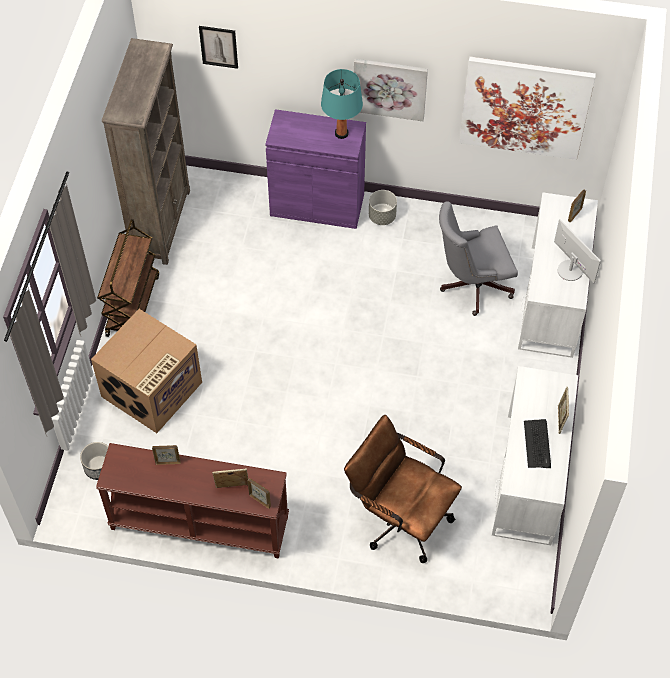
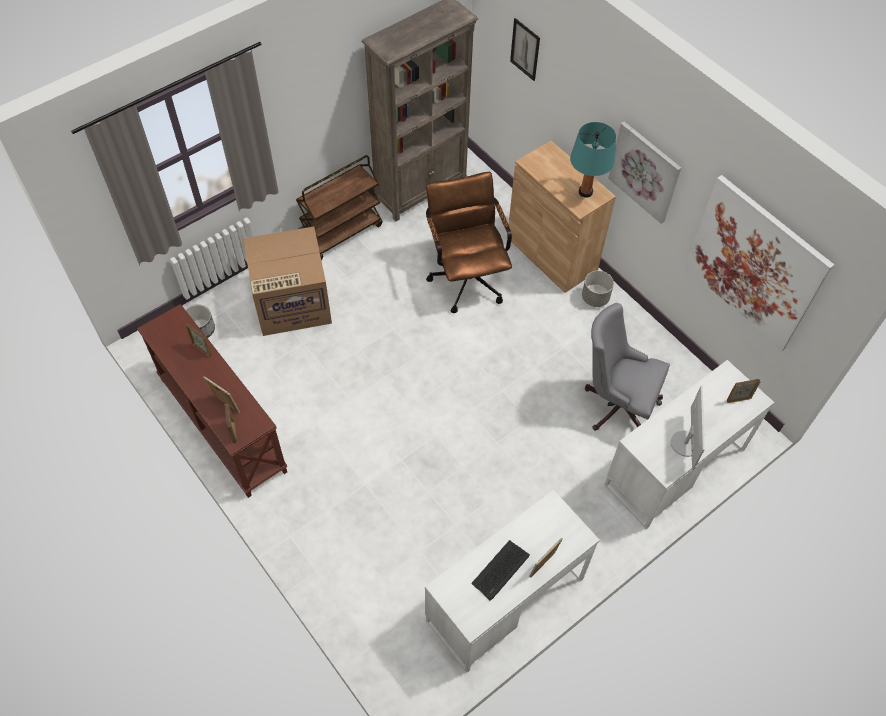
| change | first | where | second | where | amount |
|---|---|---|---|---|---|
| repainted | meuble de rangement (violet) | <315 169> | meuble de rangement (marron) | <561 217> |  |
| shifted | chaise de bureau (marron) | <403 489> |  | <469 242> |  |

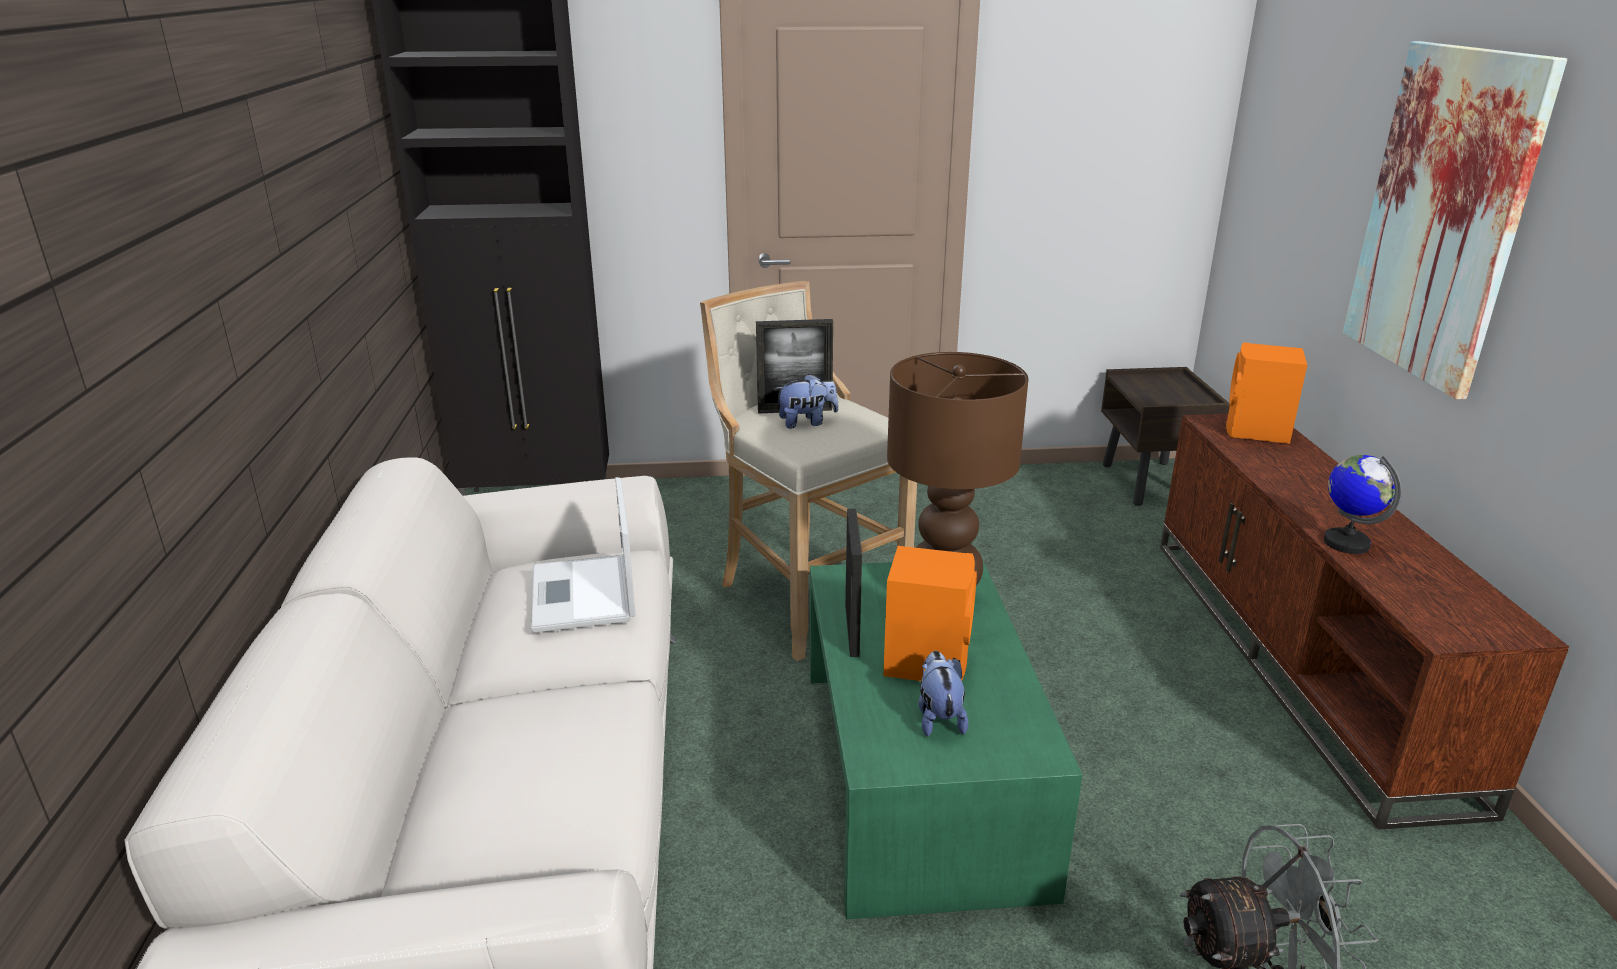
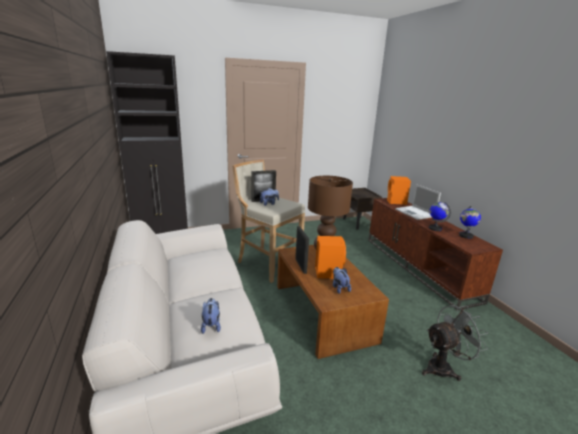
| change | first | where | second | where | amount |
|---|---|---|---|---|---|
| gone | tableau | <1455 220> |  |  |  |
| shifted | ordinateur portable | <583 555> |  | <418 202> |  |
| repainted | table basse (vert) | <946 739> | table basse (marron) | <333 302> |  |
| new |  |  | globe | <470 222> |  |
| new |  |  | peluche | <211 316> |  |

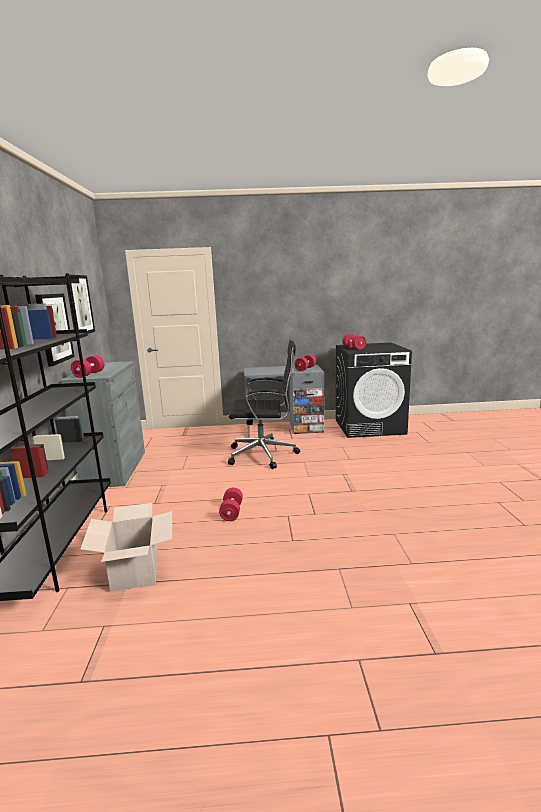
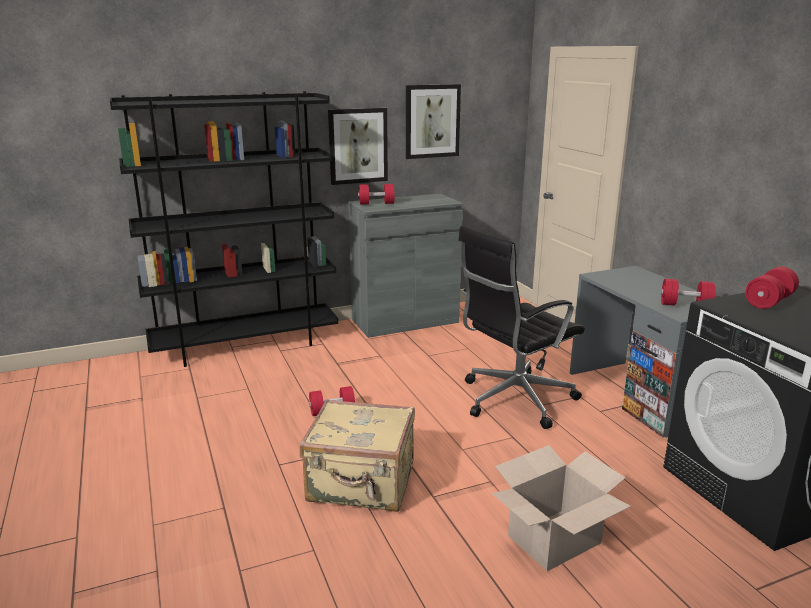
| change | first | where | second | where | amount |
|---|---|---|---|---|---|
| rotated | chaise de bureau (noir) | <264 404> |  | <521 327> | 75 degrees clockwise |
| shifted | carton | <126 547> |  | <561 508> |  |
| new |  |  | valise (beige) | <357 455> |  |

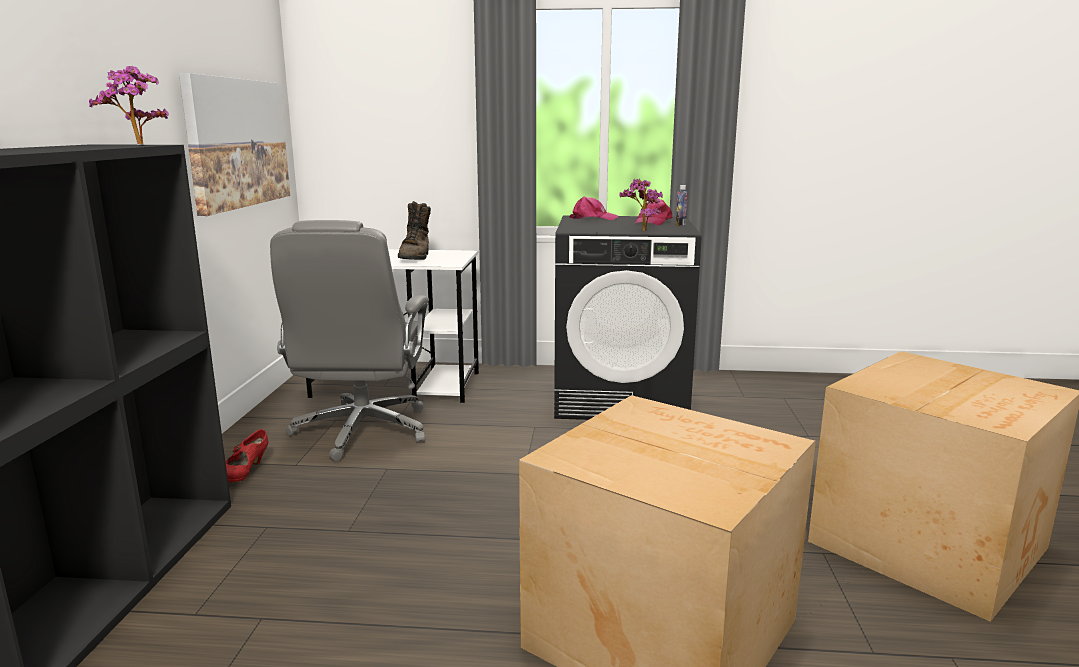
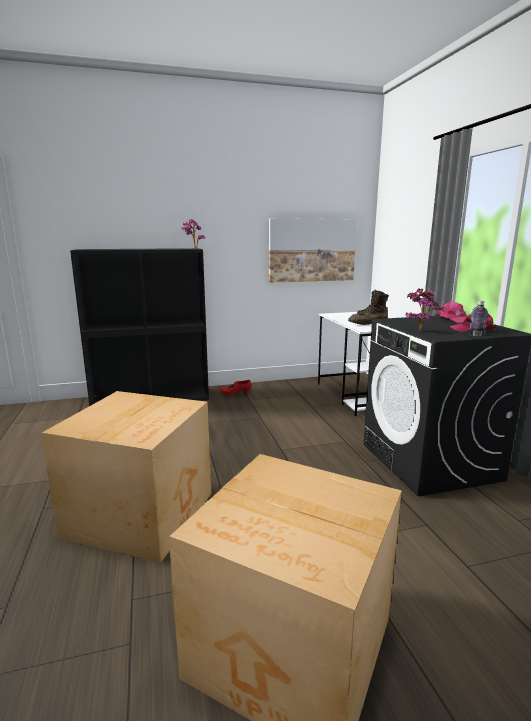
| change | first | where | second | where | amount |
|---|---|---|---|---|---|
| gone | chaise de bureau (gris) | <349 340> |  |  |  |

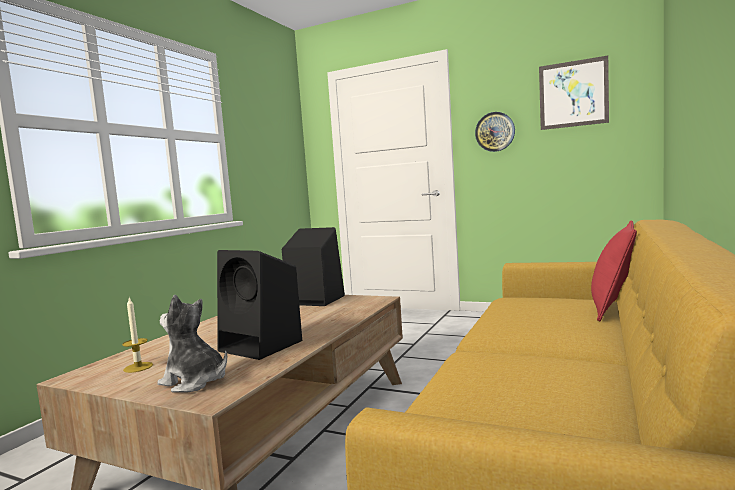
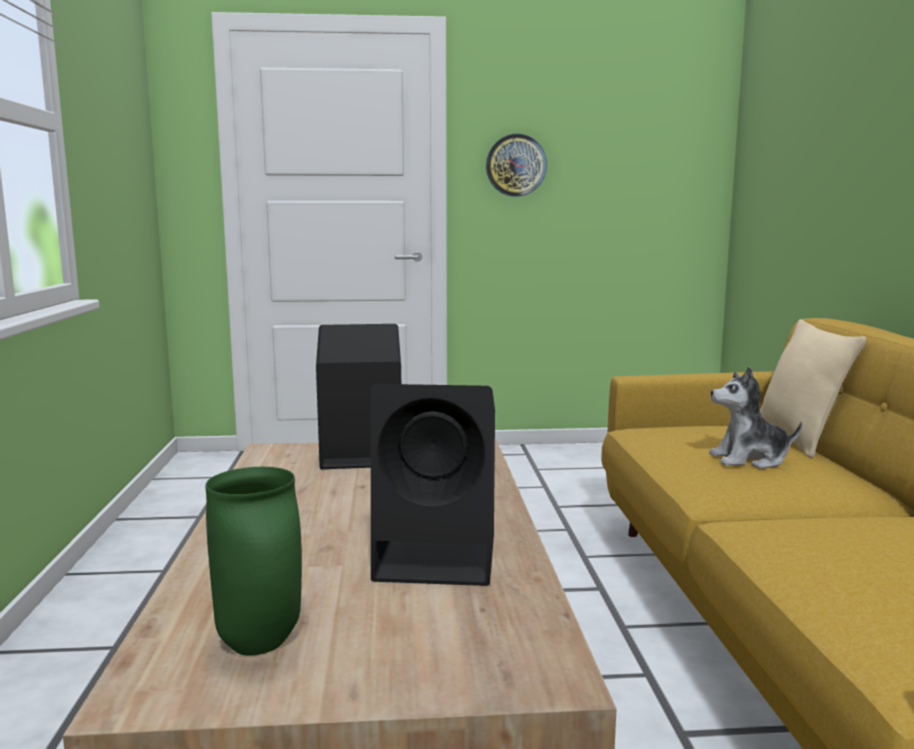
| change | first | where | second | where | amount |
|---|---|---|---|---|---|
| gone | tableau | <574 93> |  |  |  |
| repainted | coussin (rouge) | <614 270> | coussin (beige) | <813 388> |  |
| shifted | peluche | <192 344> |  | <755 417> |  |
| swapped | bougie | <137 335> | vase (vert) | <253 561> |  |

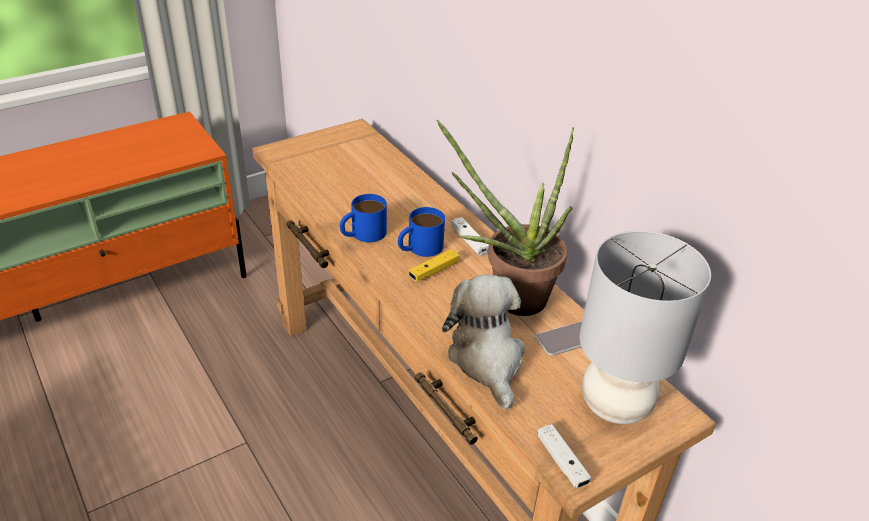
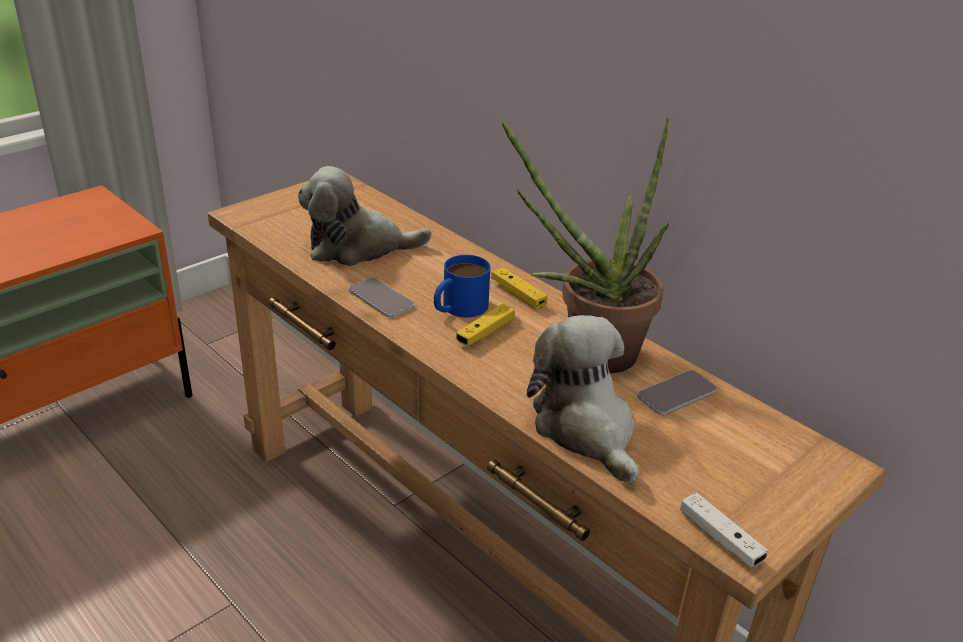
| change | first | where | second | where | amount |
|---|---|---|---|---|---|
| swapped | mug (bleu) | <363 218> | téléphone | <381 297> |  |
| repainted | manette (blanc) | <470 236> | manette (jaune) | <519 288> |  |
| gone | lampe de table (gris) | <645 327> |  |  |  |
| new |  |  | peluche | <365 216> |  |

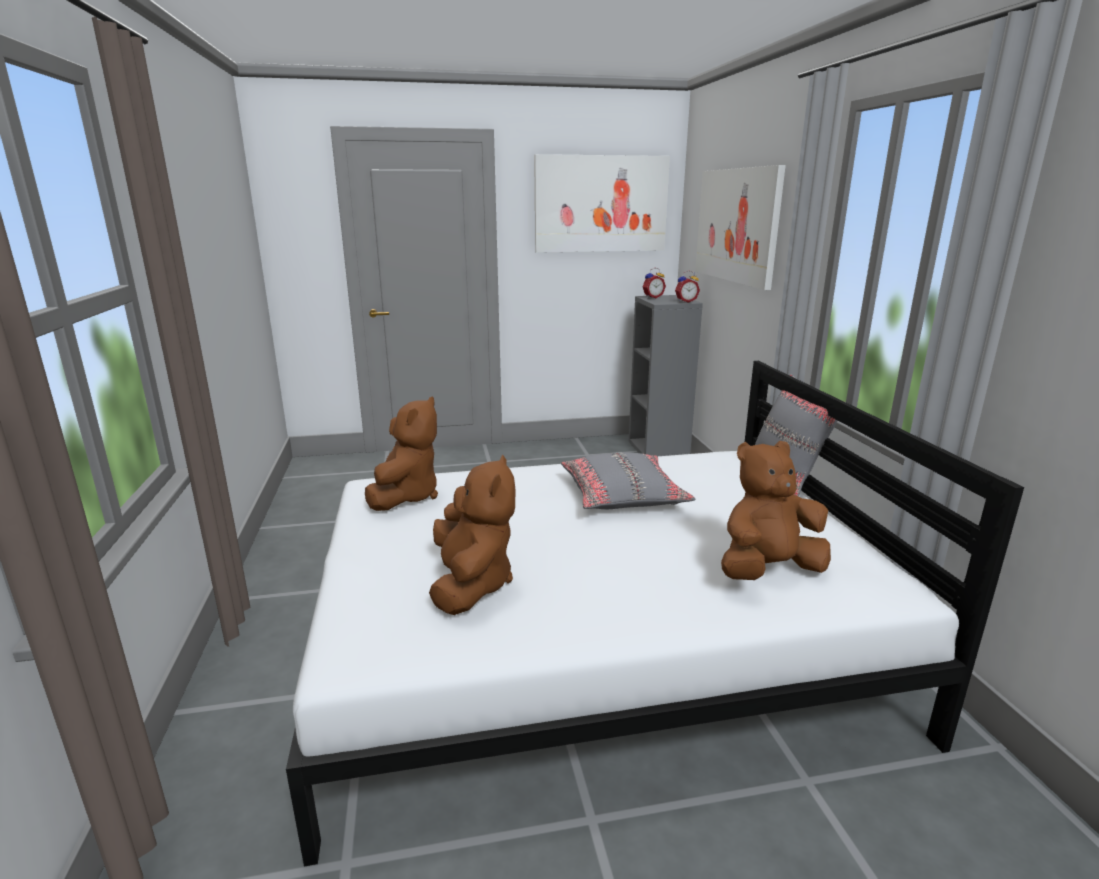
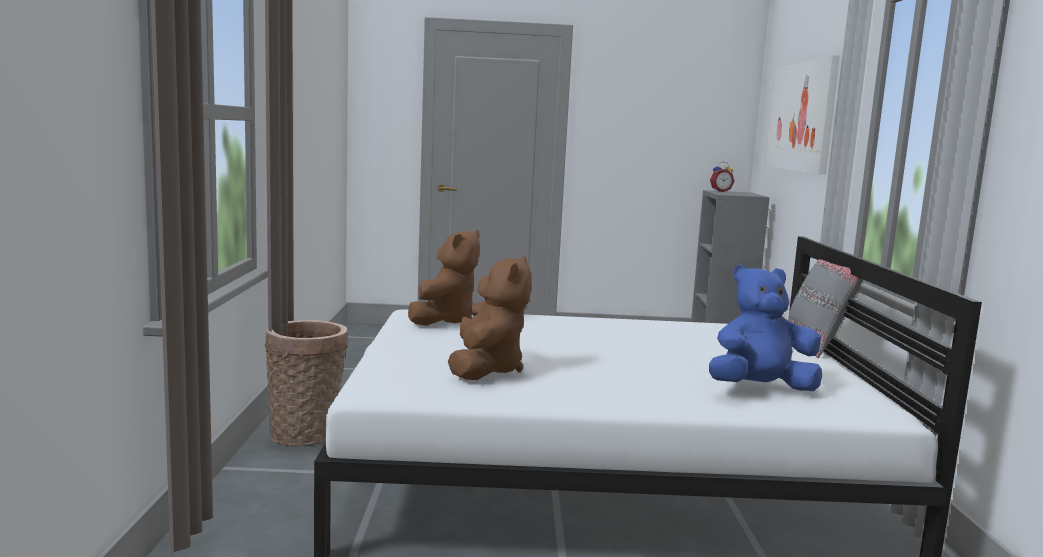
| change | first | where | second | where | amount |
|---|---|---|---|---|---|
| gone | tableau | <602 203> |  |  |  |
| gone | réveil | <687 287> |  |  |  |
| repainted | peluche (marron) | <776 510> | peluche (bleu) | <765 328> |  |
| gone | coussin (gris) | <628 481> |  |  |  |
| new |  |  | panier | <306 383> |  |

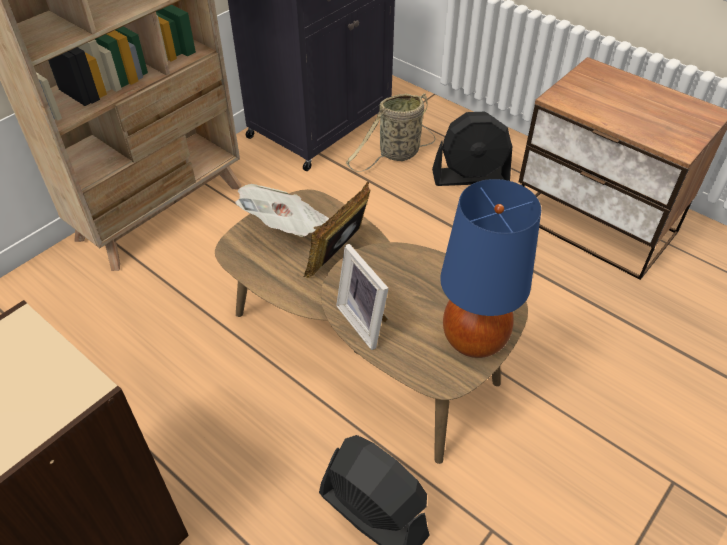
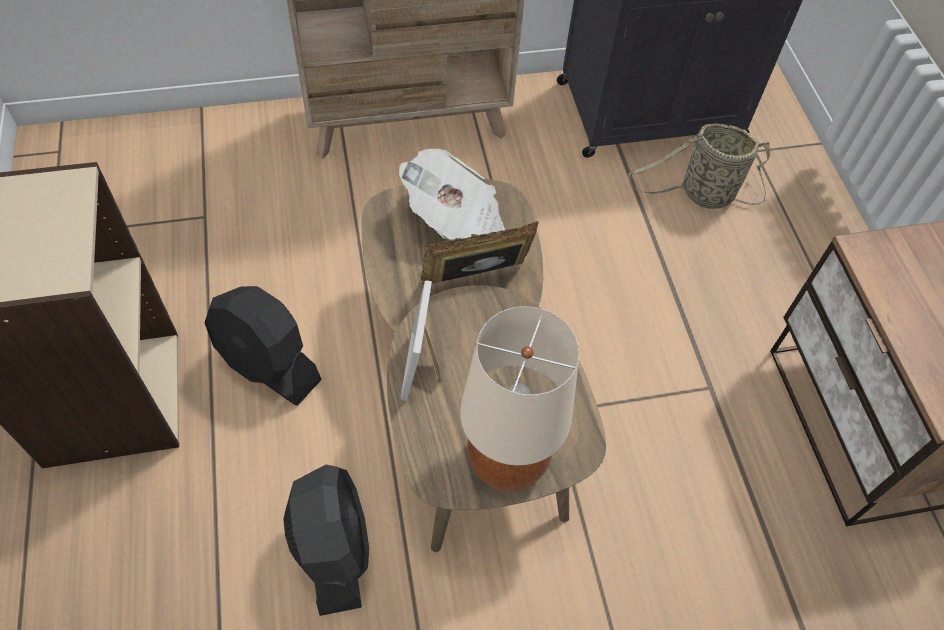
| change | first | where | second | where | amount |
|---|---|---|---|---|---|
| shifted | ventilateur (noir) | <472 149> |  | <263 346> |  |
| repainted | lampe de table (bleu) | <490 268> | lampe de table (beige) | <519 398> |  |

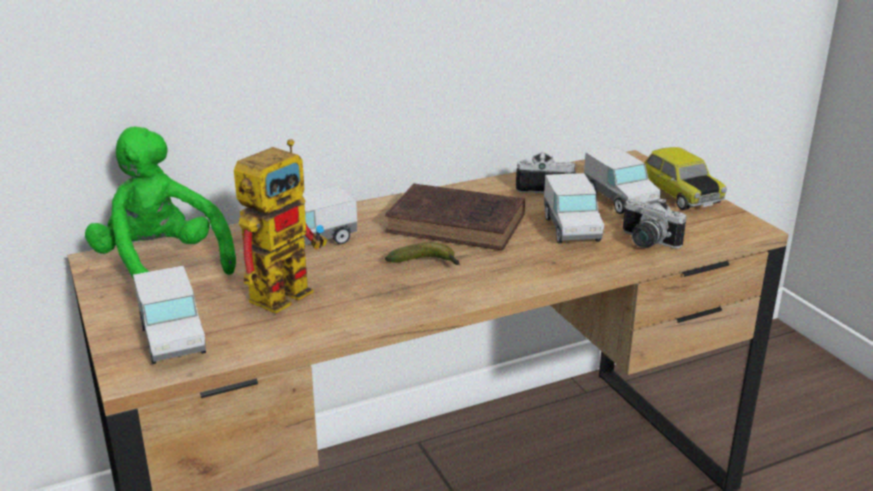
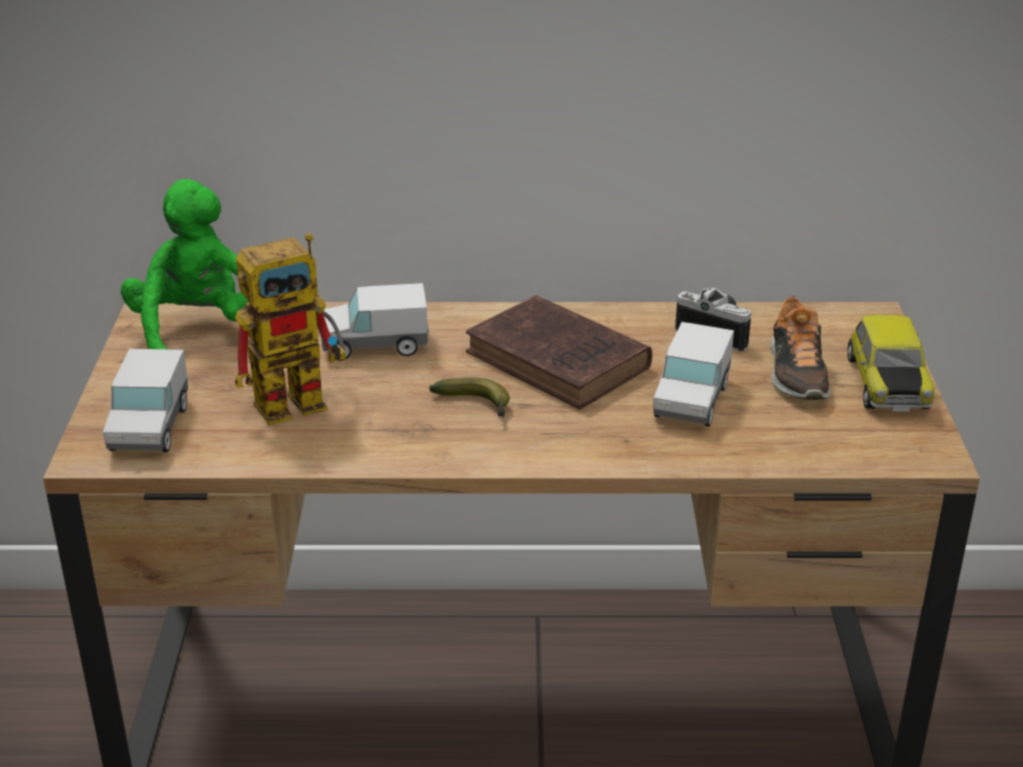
| change | first | where | second | where | amount |
|---|---|---|---|---|---|
| swapped | camion jouet | <622 180> | chaussure | <800 348> |  |
| gone | appareil photo | <655 223> |  |  |  |

